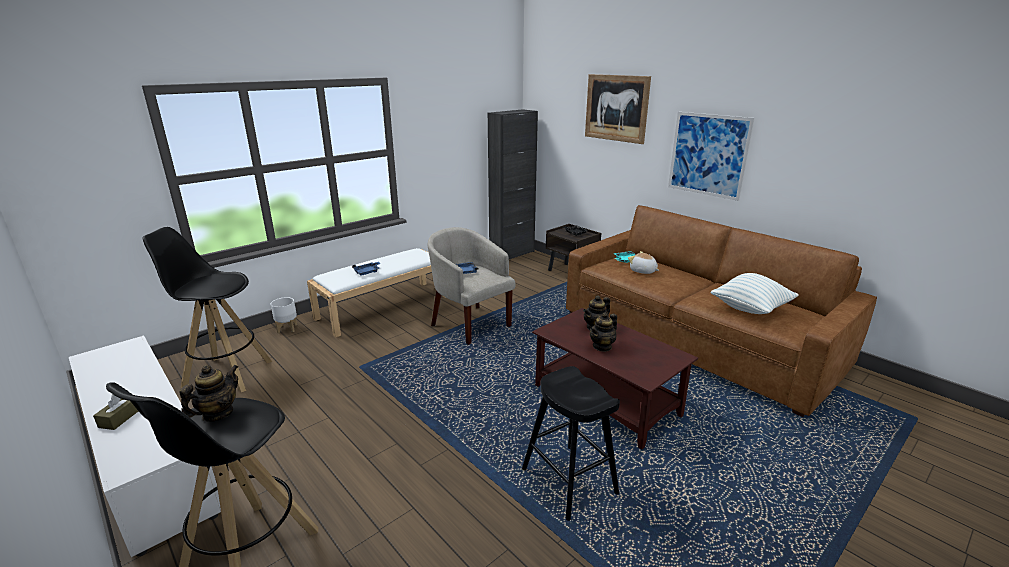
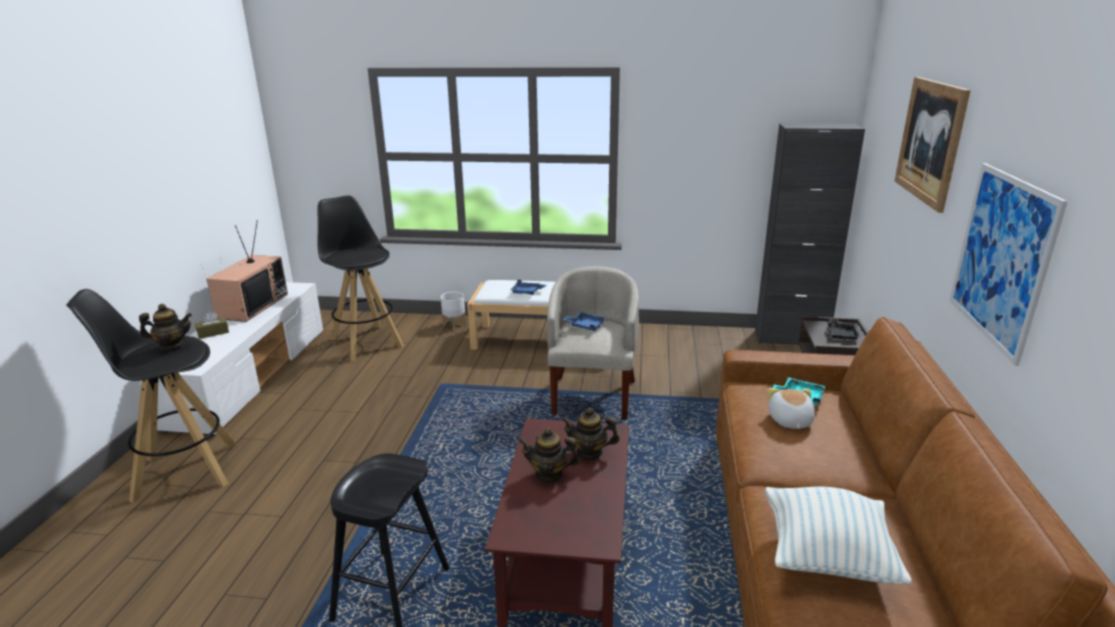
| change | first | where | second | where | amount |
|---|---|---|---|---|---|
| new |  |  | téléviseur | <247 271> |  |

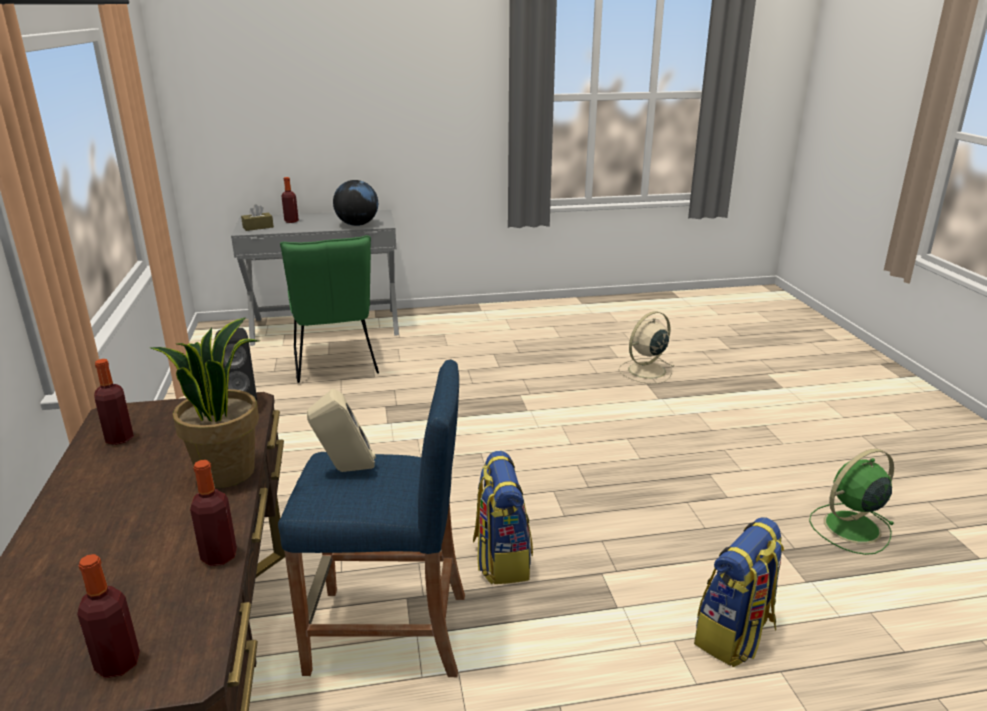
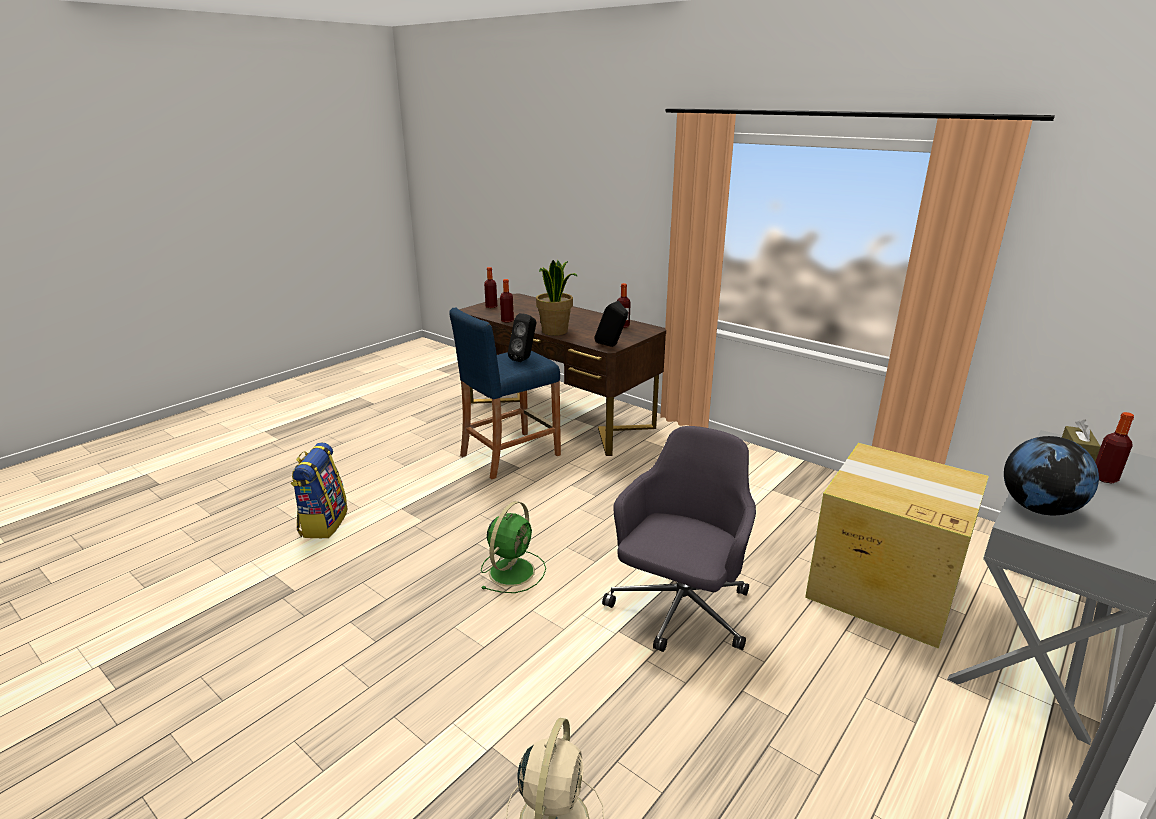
| change | first | where | second | where | amount |
|---|---|---|---|---|---|
| swapped | chaise (vert) | <329 309> | carton | <897 546> |  |
| repainted | enceinte (beige) | <341 430> | enceinte (noir) | <522 337> |  |
| shifted | ventilateur (vert) | <852 502> |  | <513 547> |  |
| gone | sac à dos | <503 517> |  |  |  |
| new |  |  | chaise de bureau (gris) | <679 539> |  |

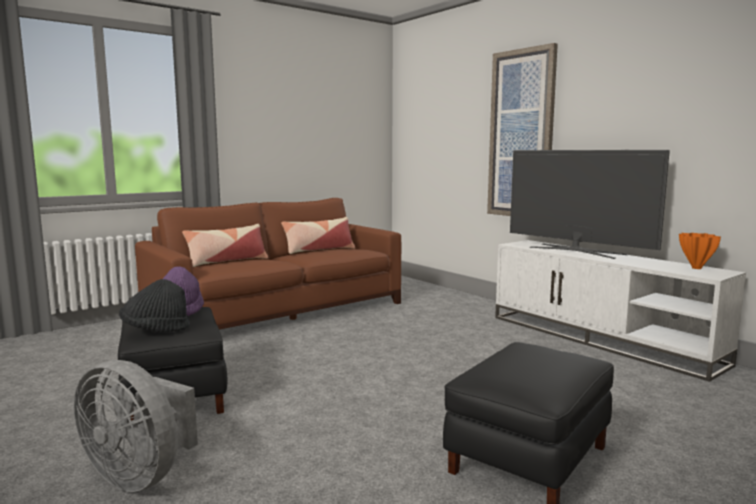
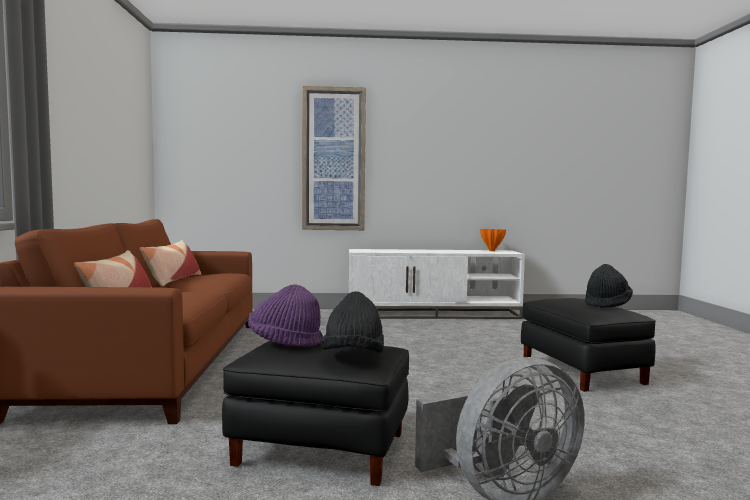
| change | first | where | second | where | amount |
|---|---|---|---|---|---|
| gone | téléviseur | <590 204> |  |  |  |
| new |  |  | chapeau (noir) | <609 286> |  |

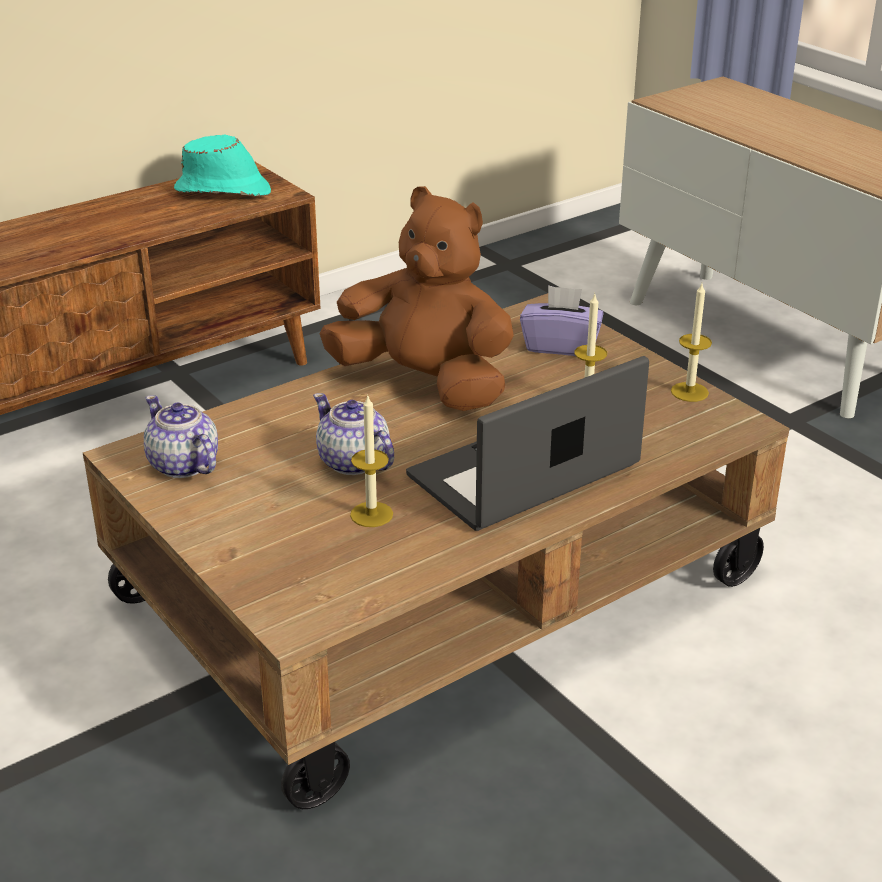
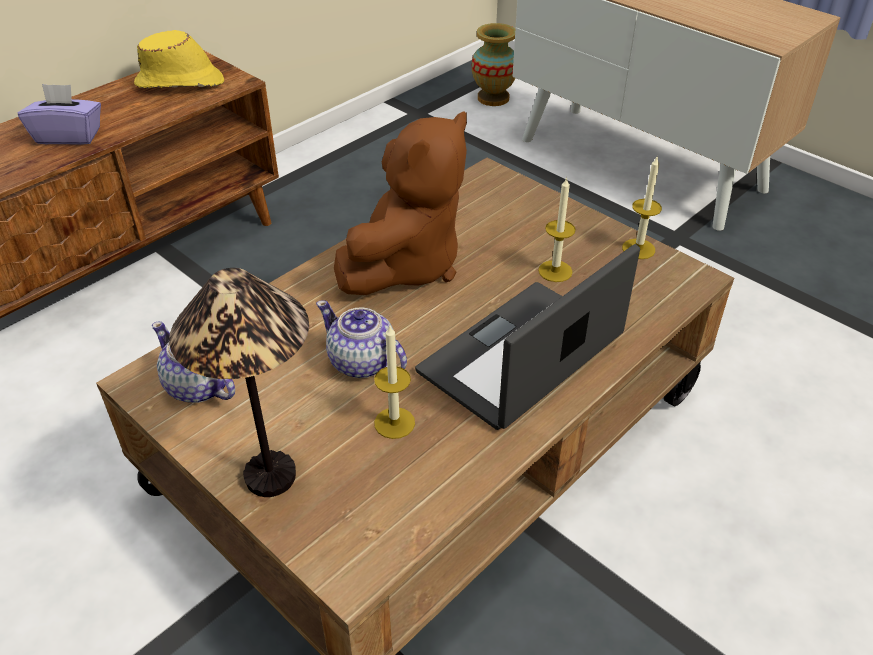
| change | first | where | second | where | amount |
|---|---|---|---|---|---|
| repainted | chapeau (turquoise) | <222 165> | chapeau (jaune) | <179 59> |  |
| rotated | peluche (marron) | <416 298> |  | <400 203> | 105 degrees clockwise |
| shifted | boîte à mouchoirs (violet) | <561 320> |  | <59 114> |  |
| new |  |  | vase | <494 64> |  |
| new |  |  | lampe de table | <239 382> |  |

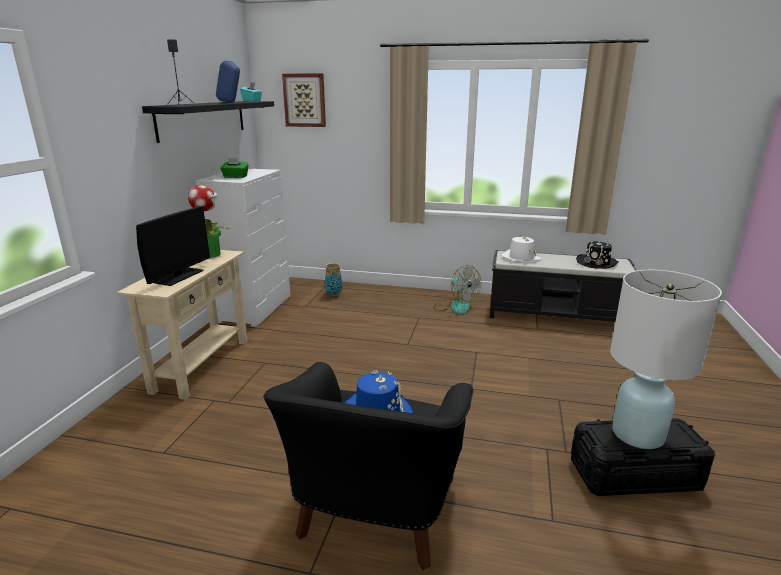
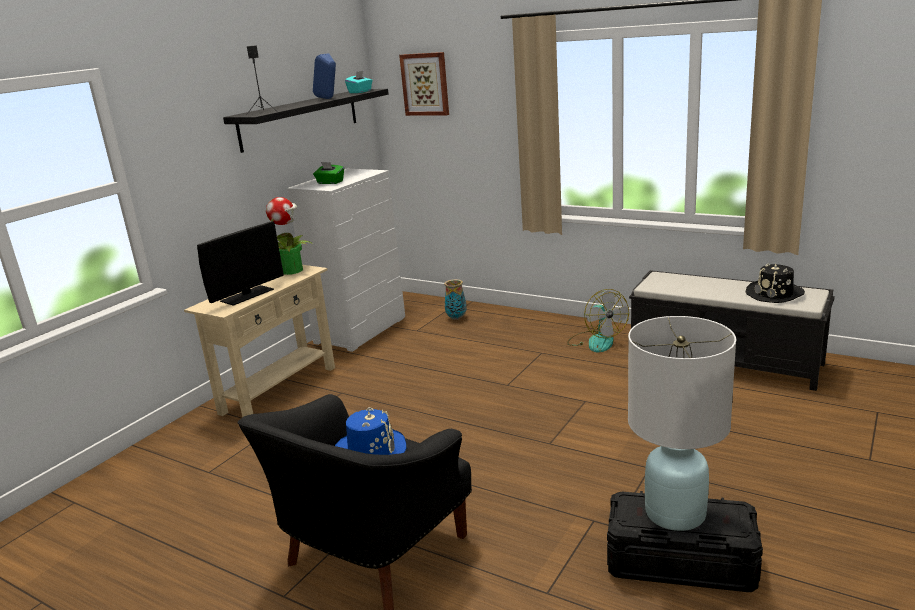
| change | first | where | second | where | amount |
|---|---|---|---|---|---|
| gone | chapeau (blanc) | <522 248> |  |  |  |

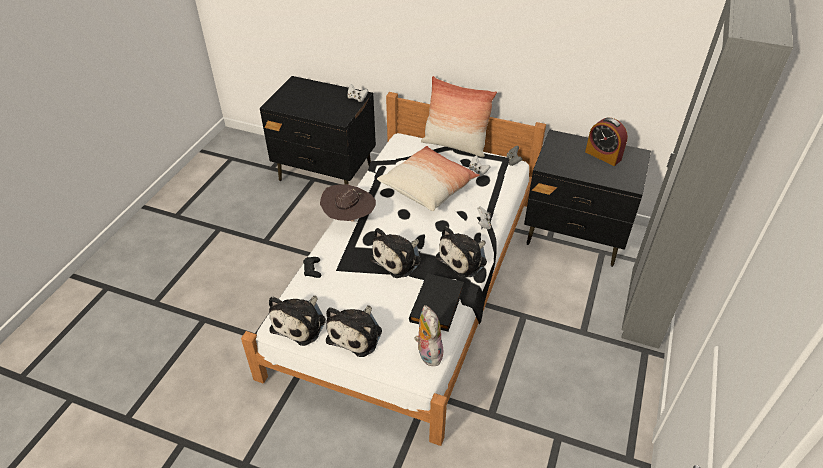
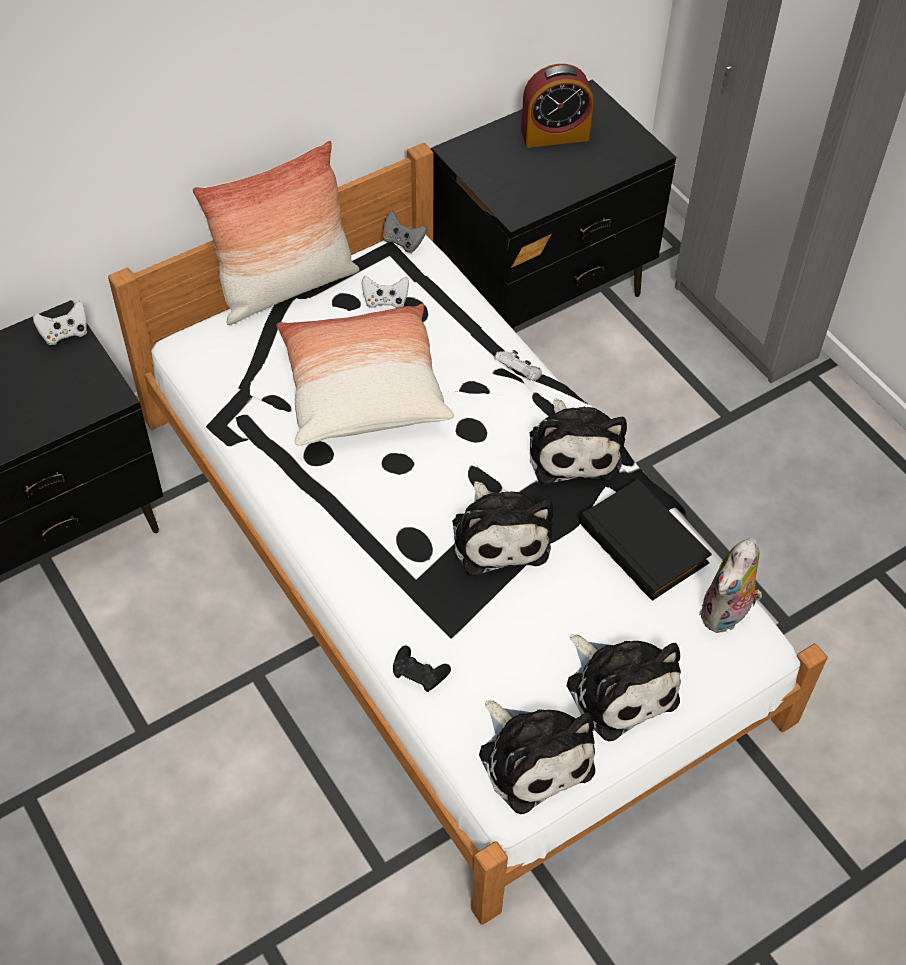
| change | first | where | second | where | amount |
|---|---|---|---|---|---|
| gone | chapeau (marron) | <348 203> |  |  |  |
| rotated | peluche | <429 335> |  | <730 585> | 75 degrees counterclockwise |

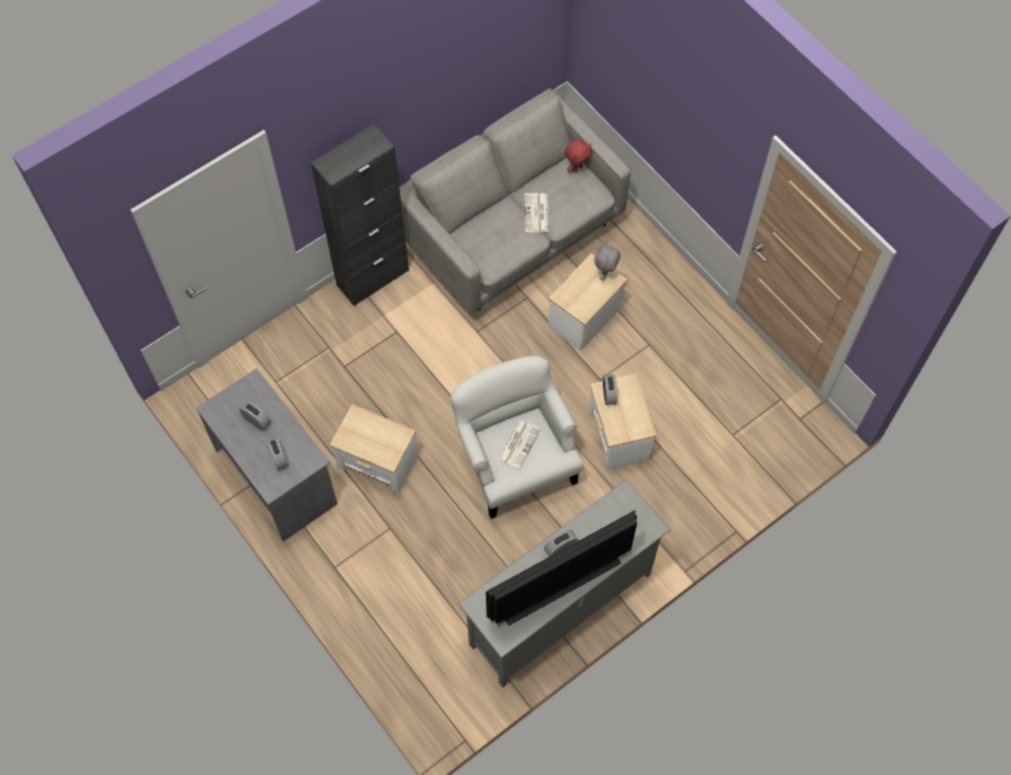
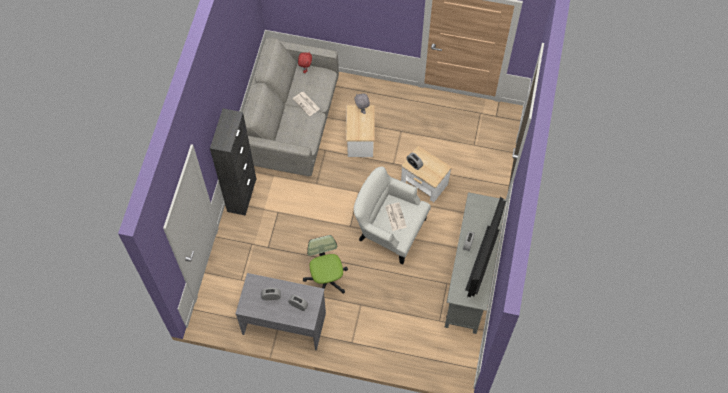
| change | first | where | second | where | amount |
|---|---|---|---|---|---|
| swapped | table d'appoint | <374 449> | chaise de bureau | <325 264> |  |

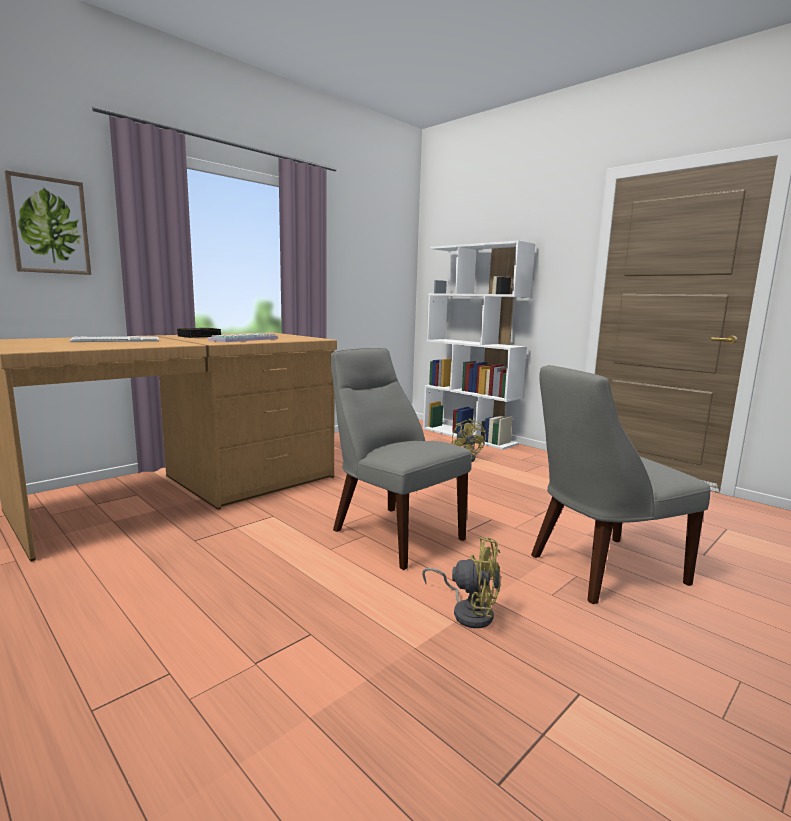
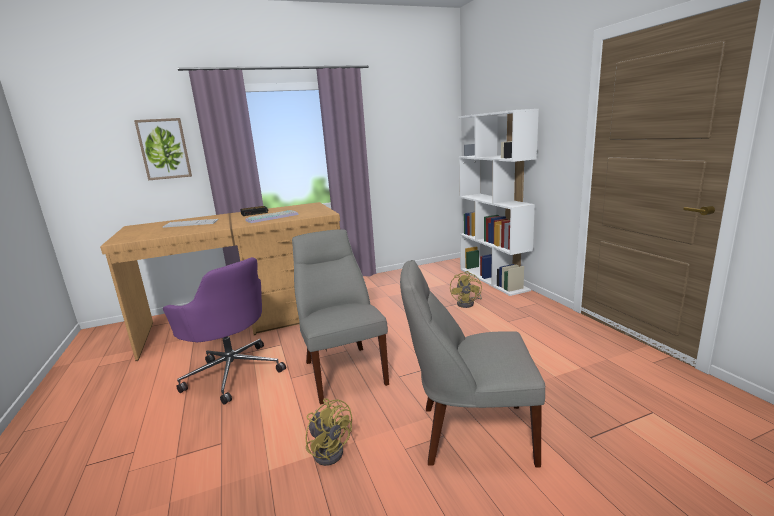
| change | first | where | second | where | amount |
|---|---|---|---|---|---|
| new |  |  | chaise de bureau (violet) | <224 331> |  |

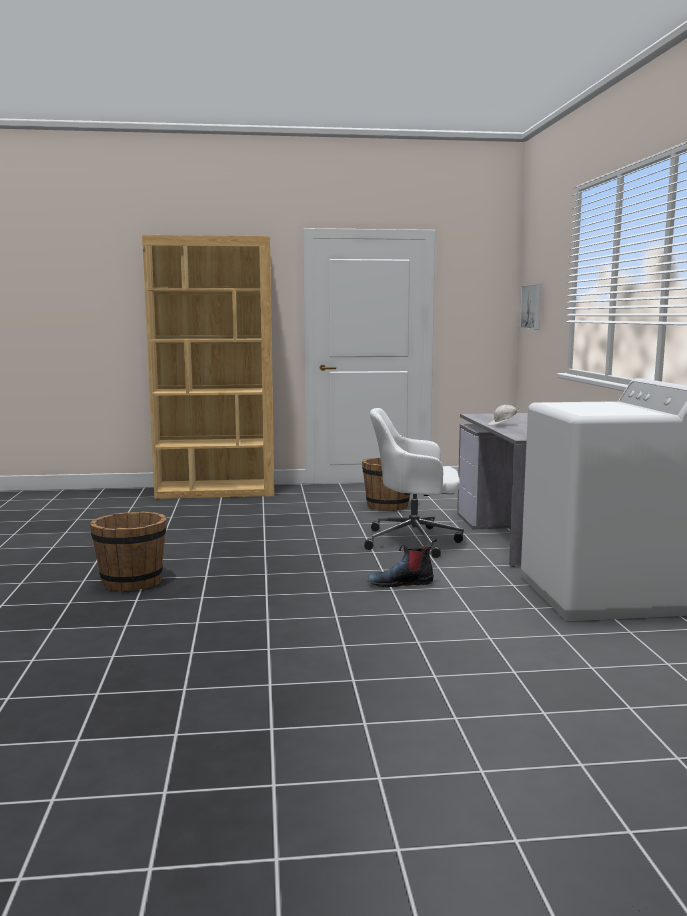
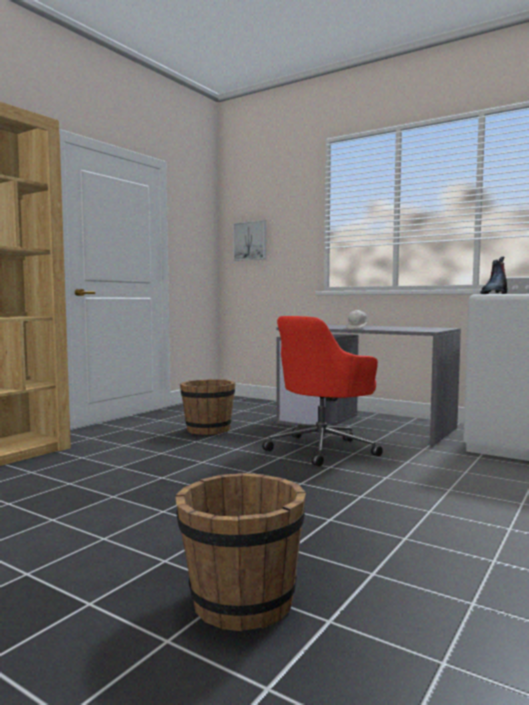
| change | first | where | second | where | amount |
|---|---|---|---|---|---|
| repainted | chaise de bureau (blanc) | <414 483> | chaise de bureau (rouge) | <322 391> |  |
| shifted | botte | <402 562> |  | <493 275> |  |

